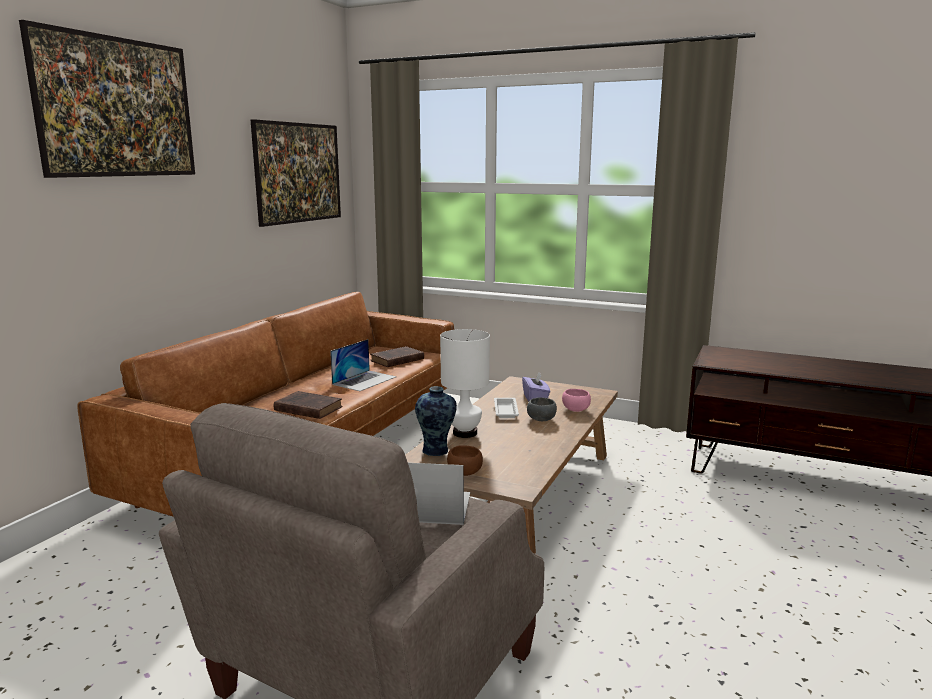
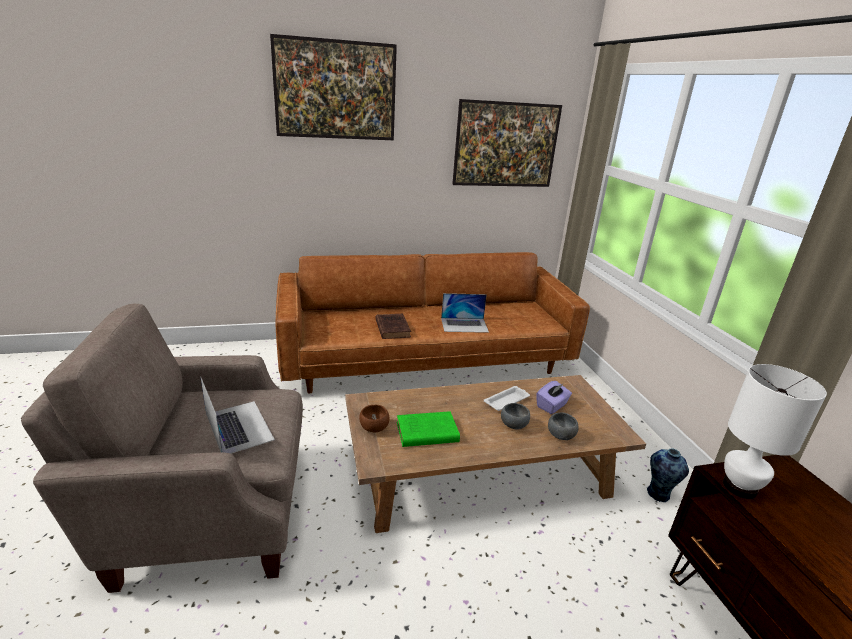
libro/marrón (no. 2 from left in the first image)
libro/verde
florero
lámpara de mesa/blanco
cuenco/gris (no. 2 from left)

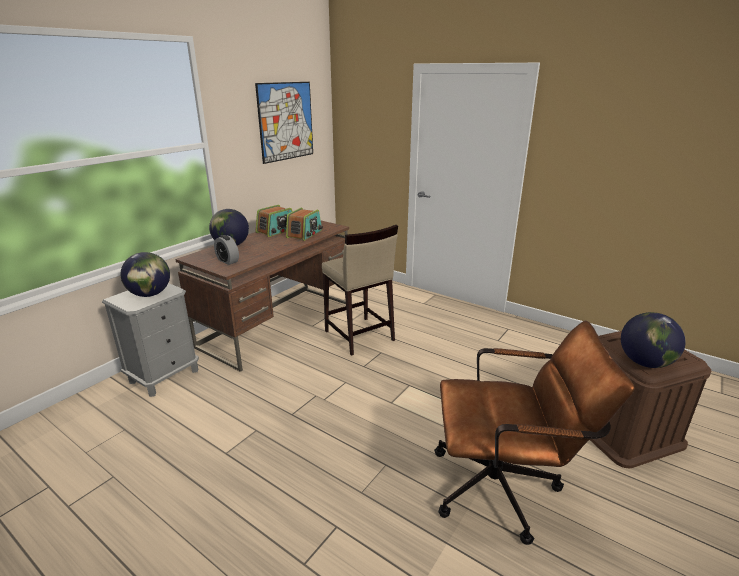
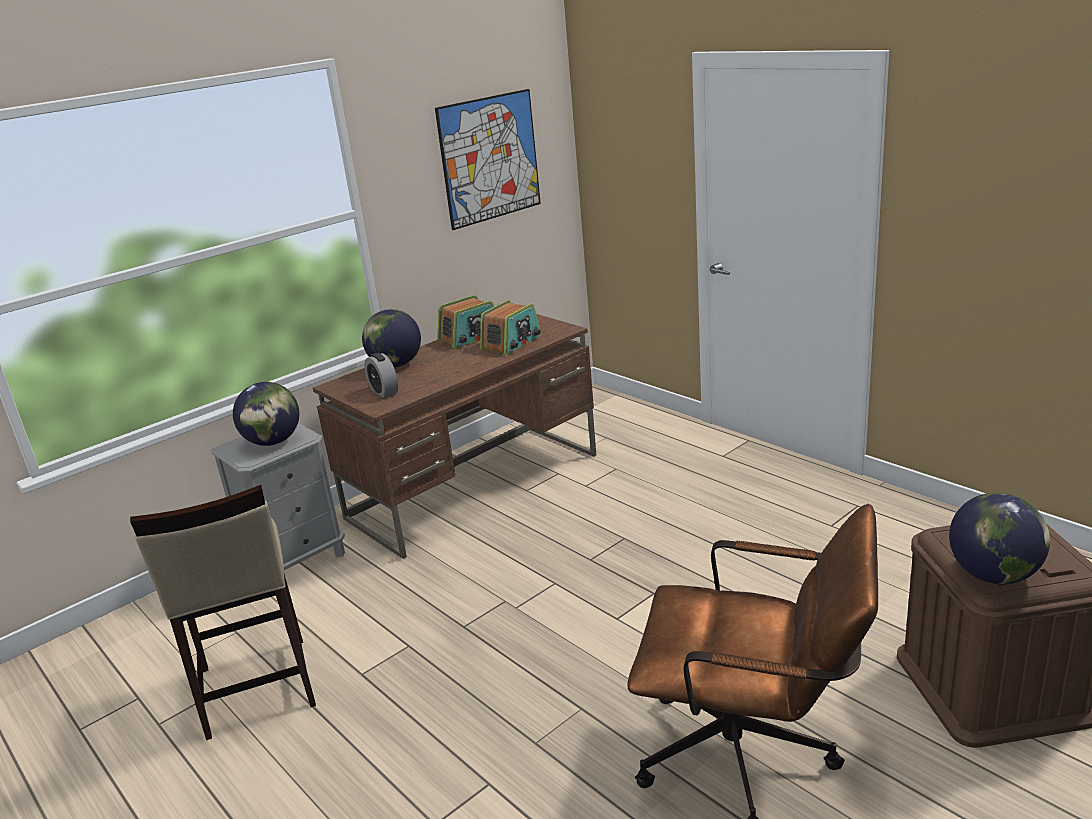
taburete/beis

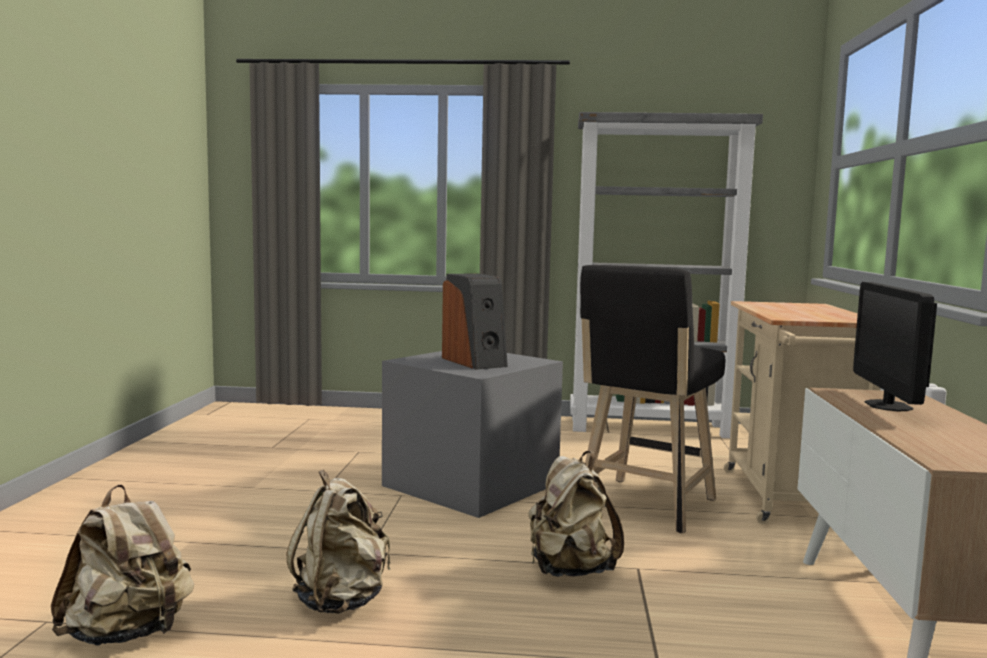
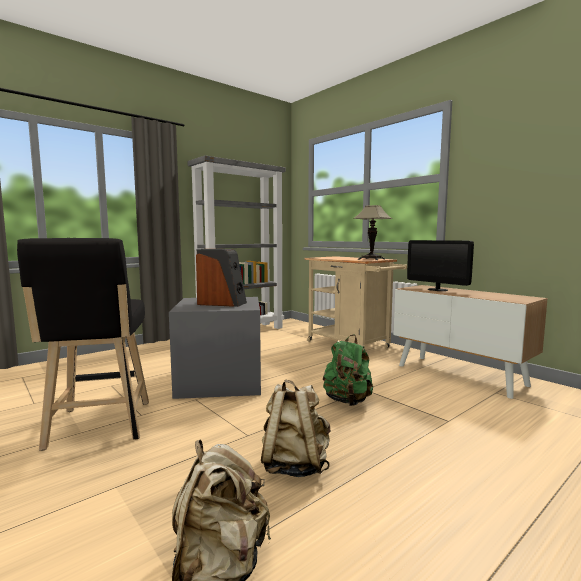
lámpara de mesa
taburete/negro
mochila/verde

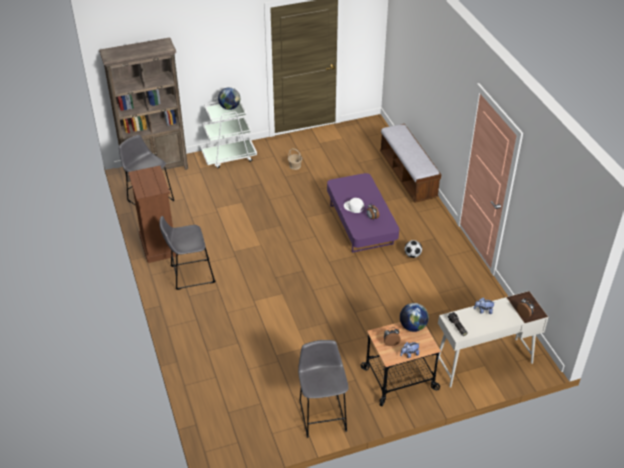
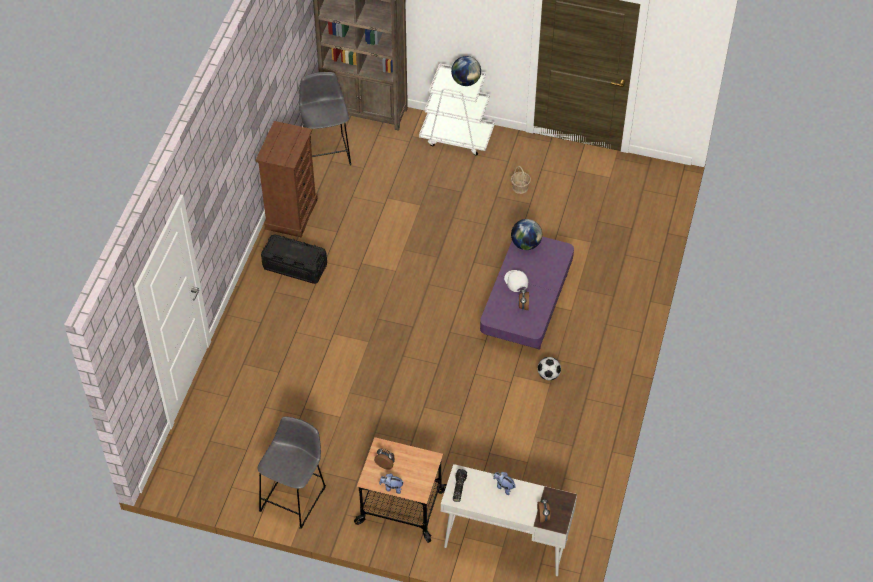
banco
globo terráqueo (no. 2 from left)
caja de almacenaje/negro

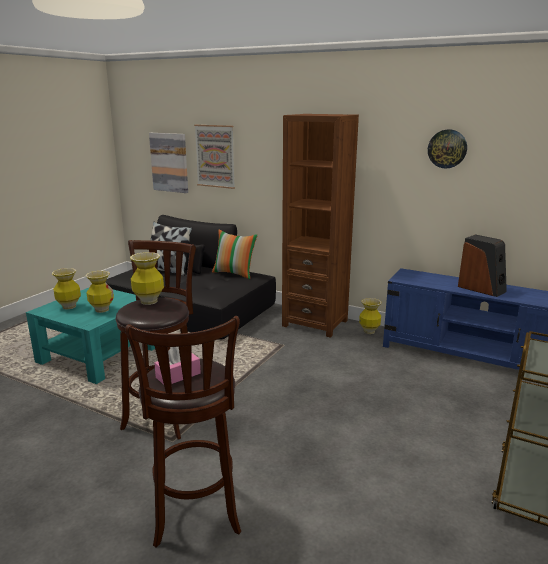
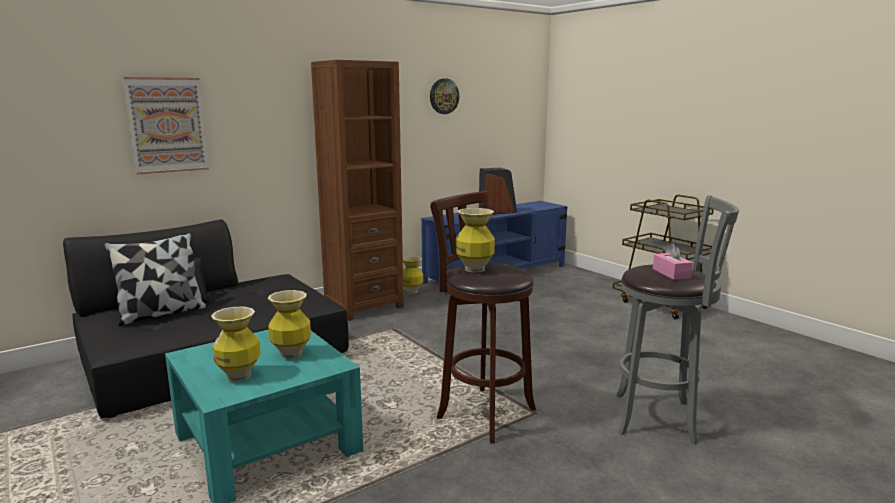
cuadro (no. 1 from left in the first image)
cojín (no. 2 from left in the first image)
taburete/gris

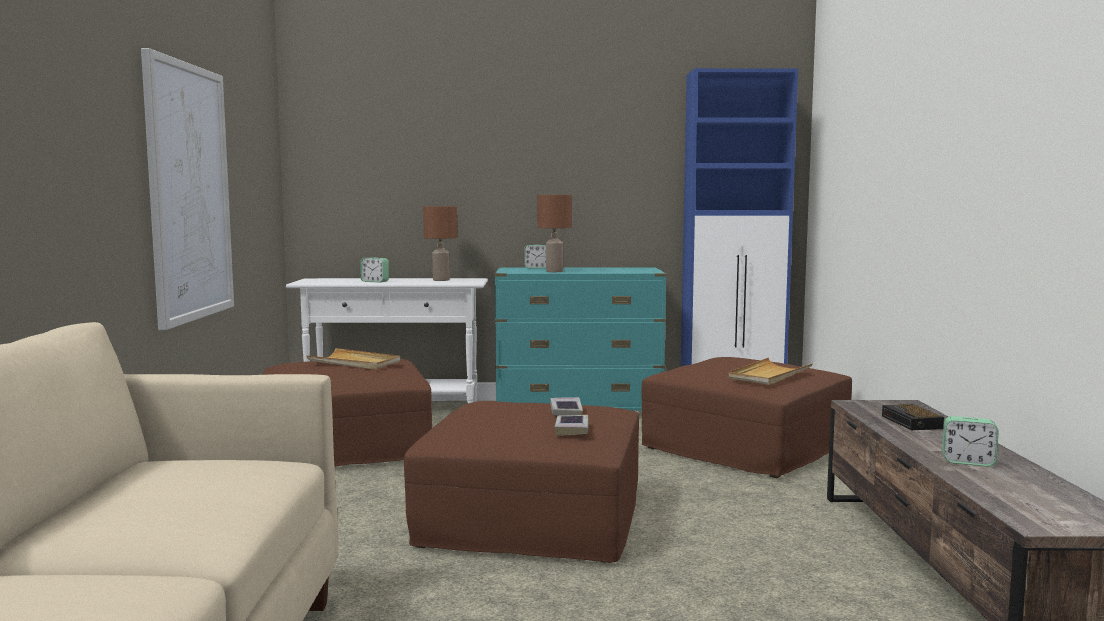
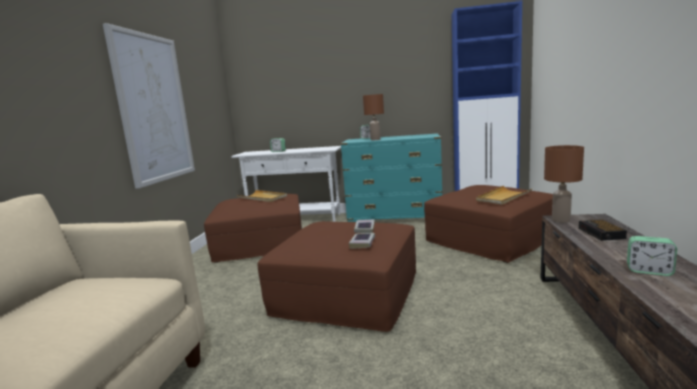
lámpara de mesa/marrón (no. 2 from left)

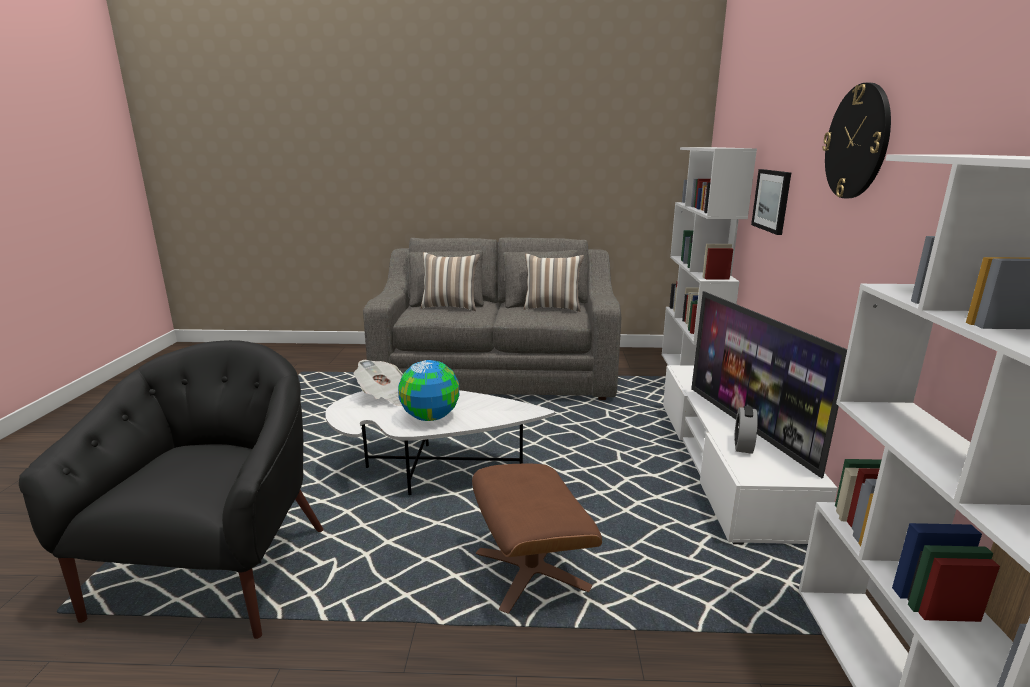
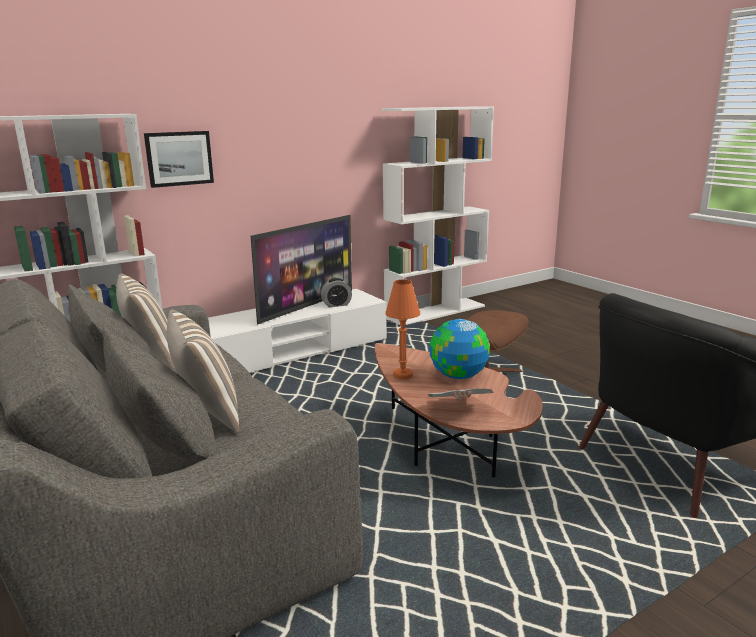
reloj de pared
lámpara de mesa/naranja
mesa de centro/marrón

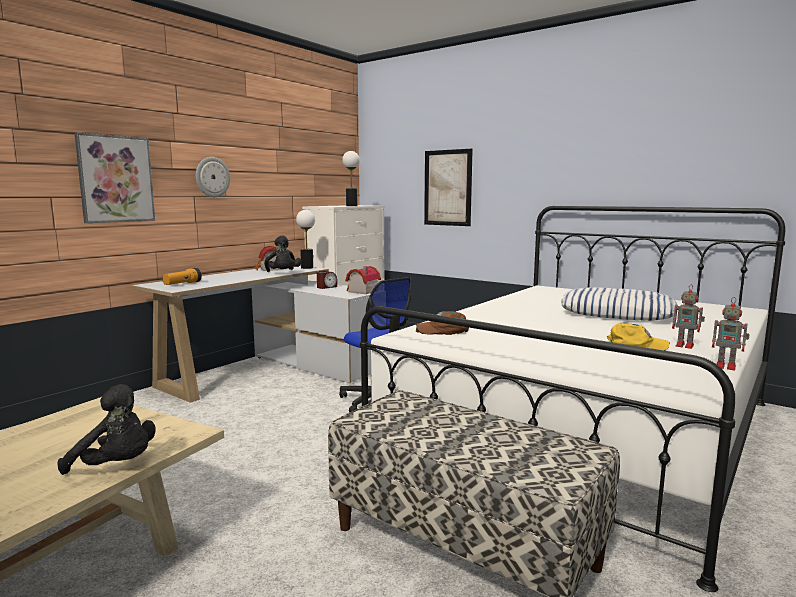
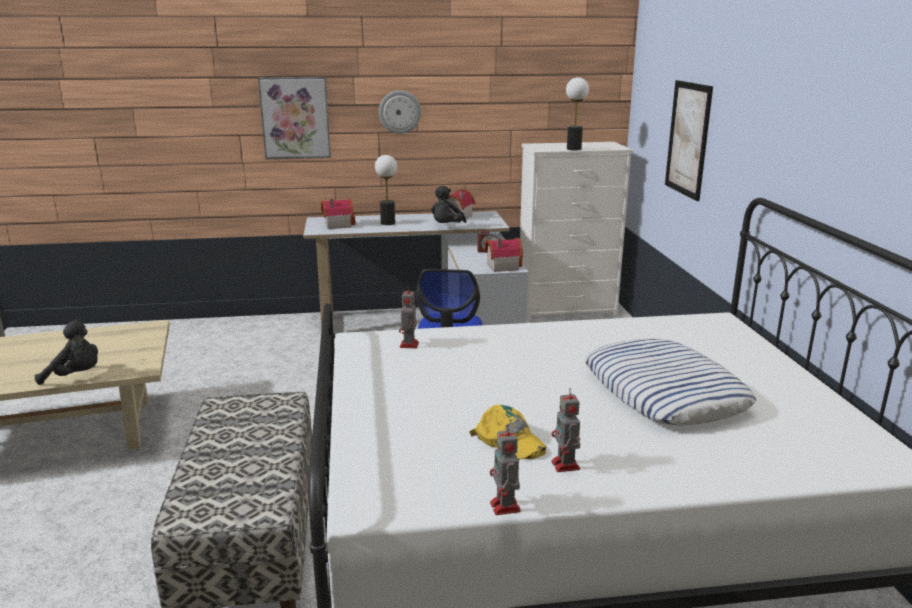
lámpara de mesa (no. 1 from left)
casita (no. 1 from left)
robot de juguete (no. 1 from left)
peluche/negro (no. 1 from left)

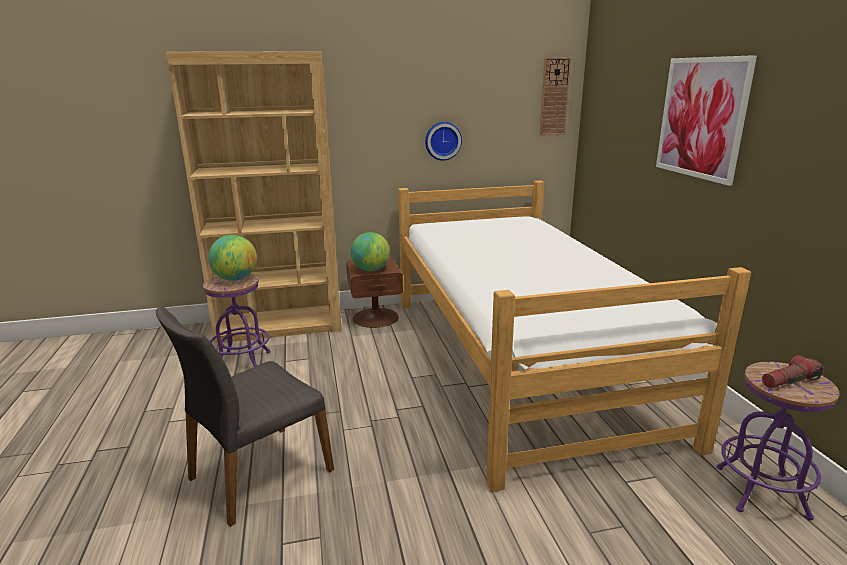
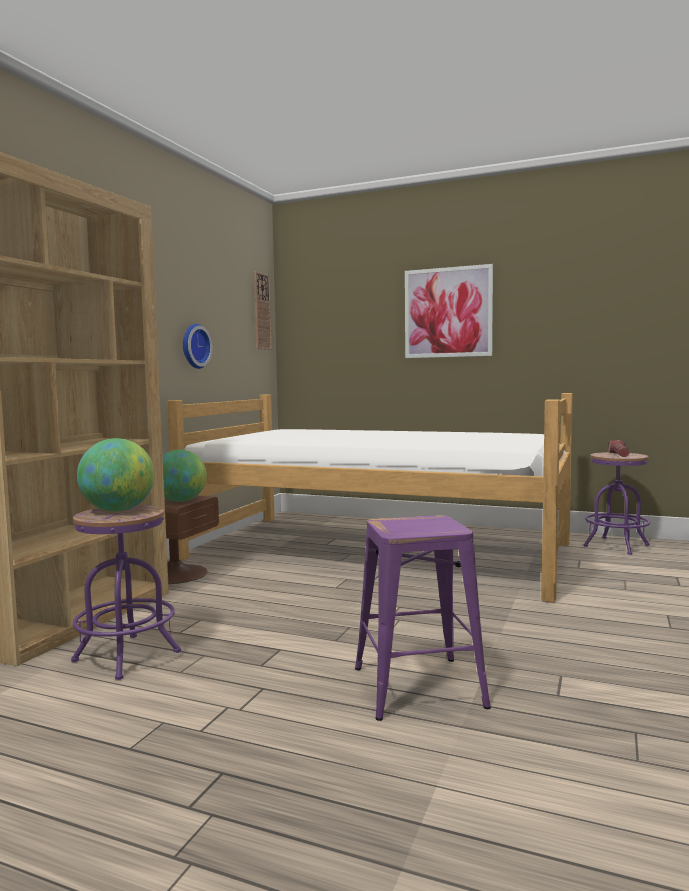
taburete/morado (no. 2 from left)

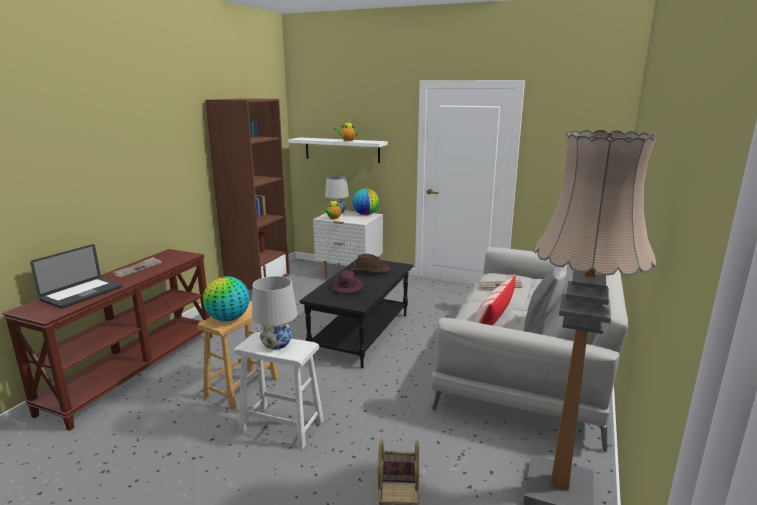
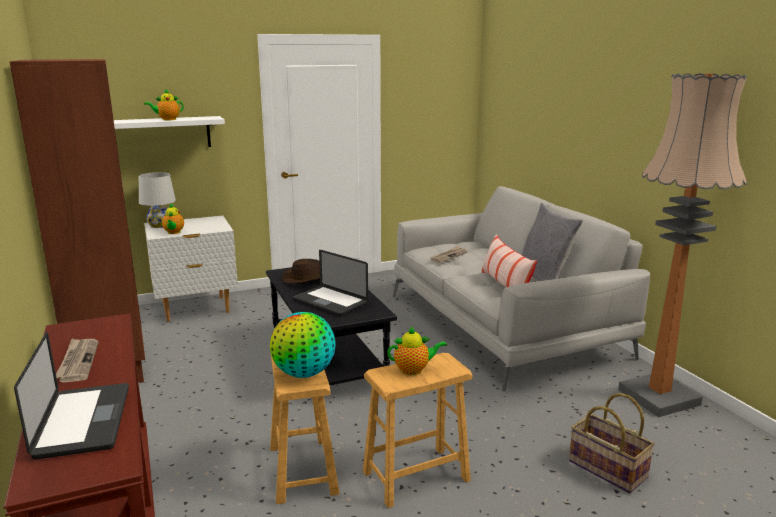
globo terráqueo (no. 2 from left in the first image)
tetera (no. 3 from left)
portátil (no. 2 from left)
taburete/marrón (no. 2 from left)

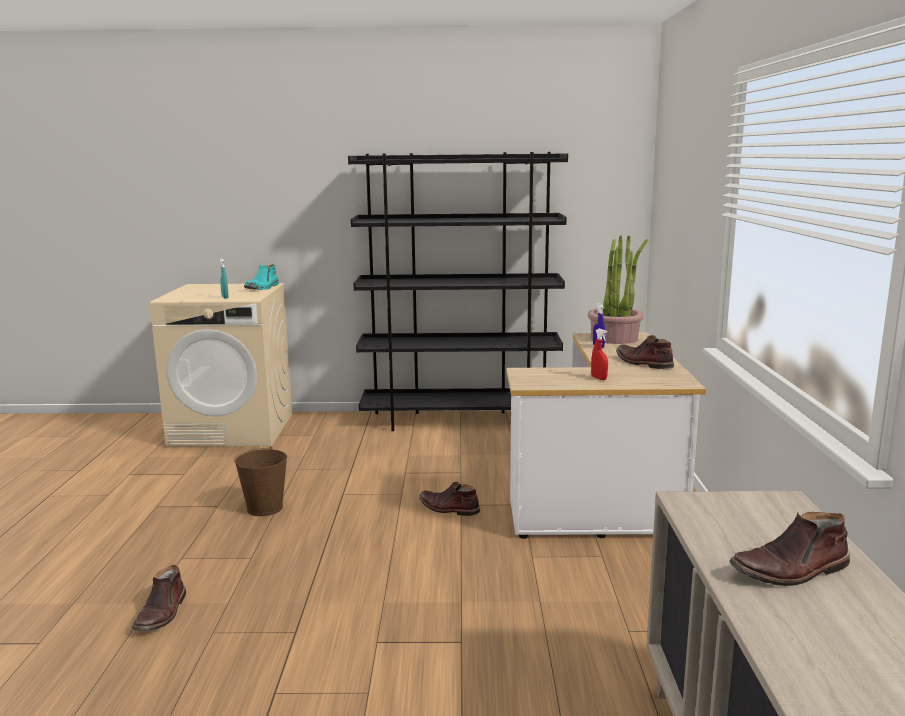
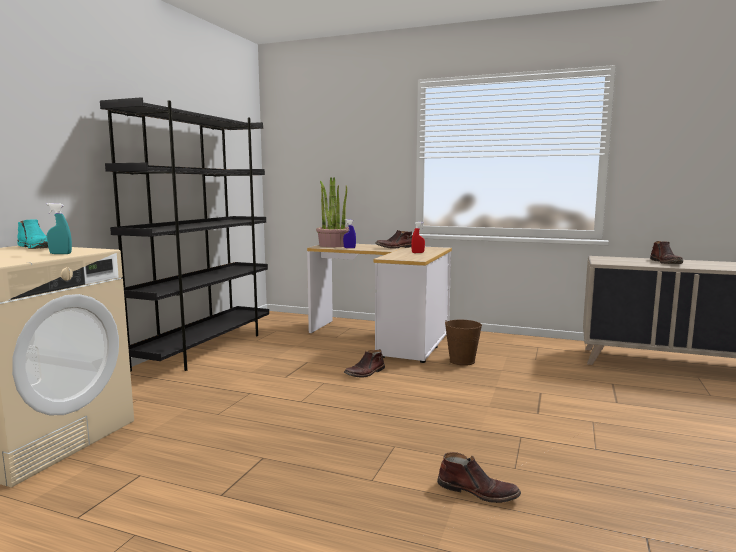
cubo/marrón

